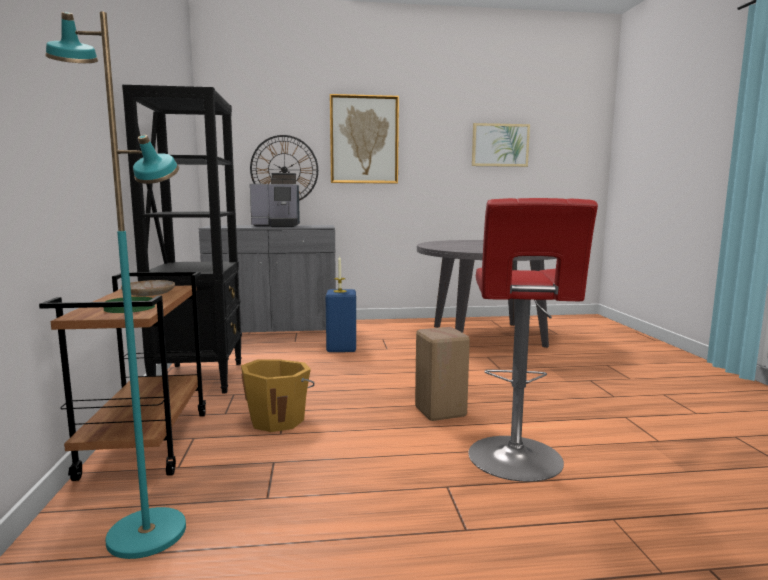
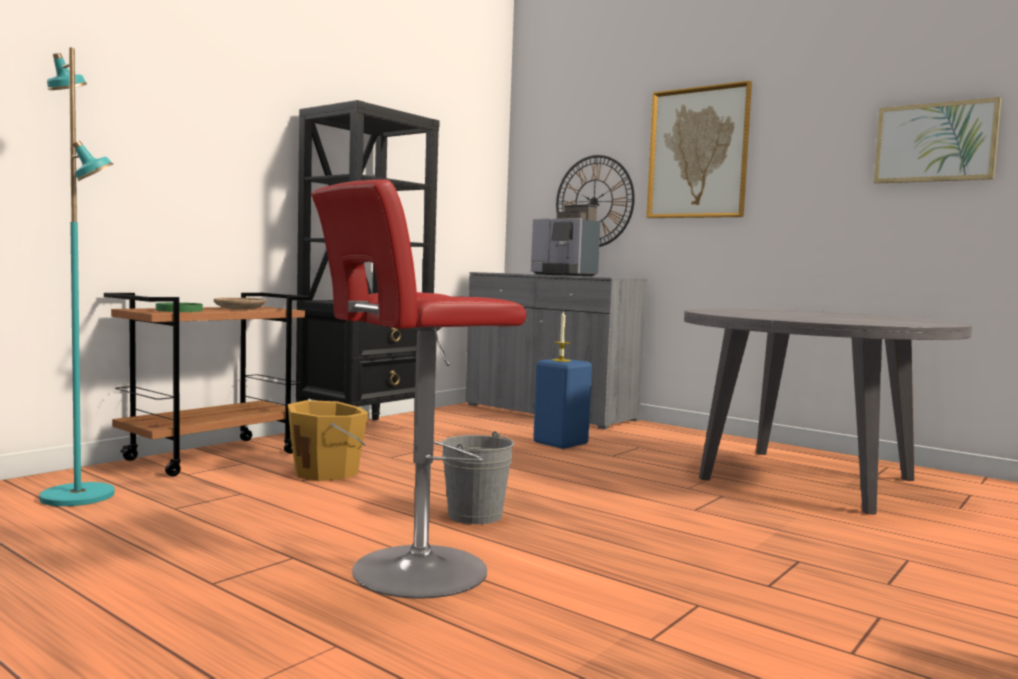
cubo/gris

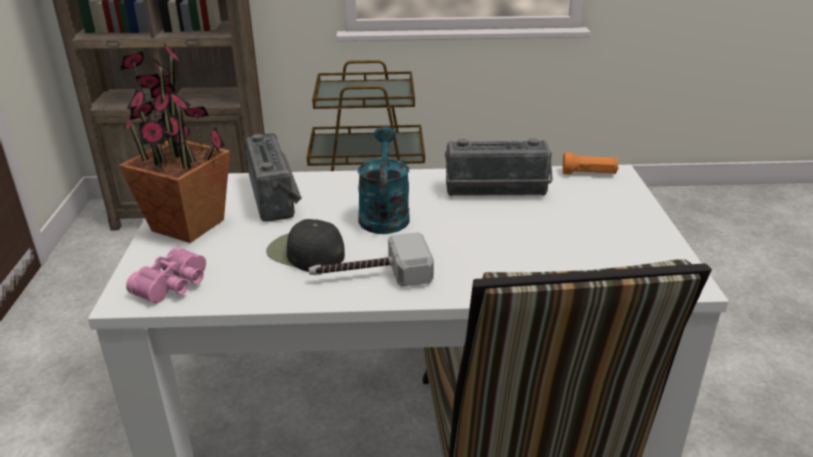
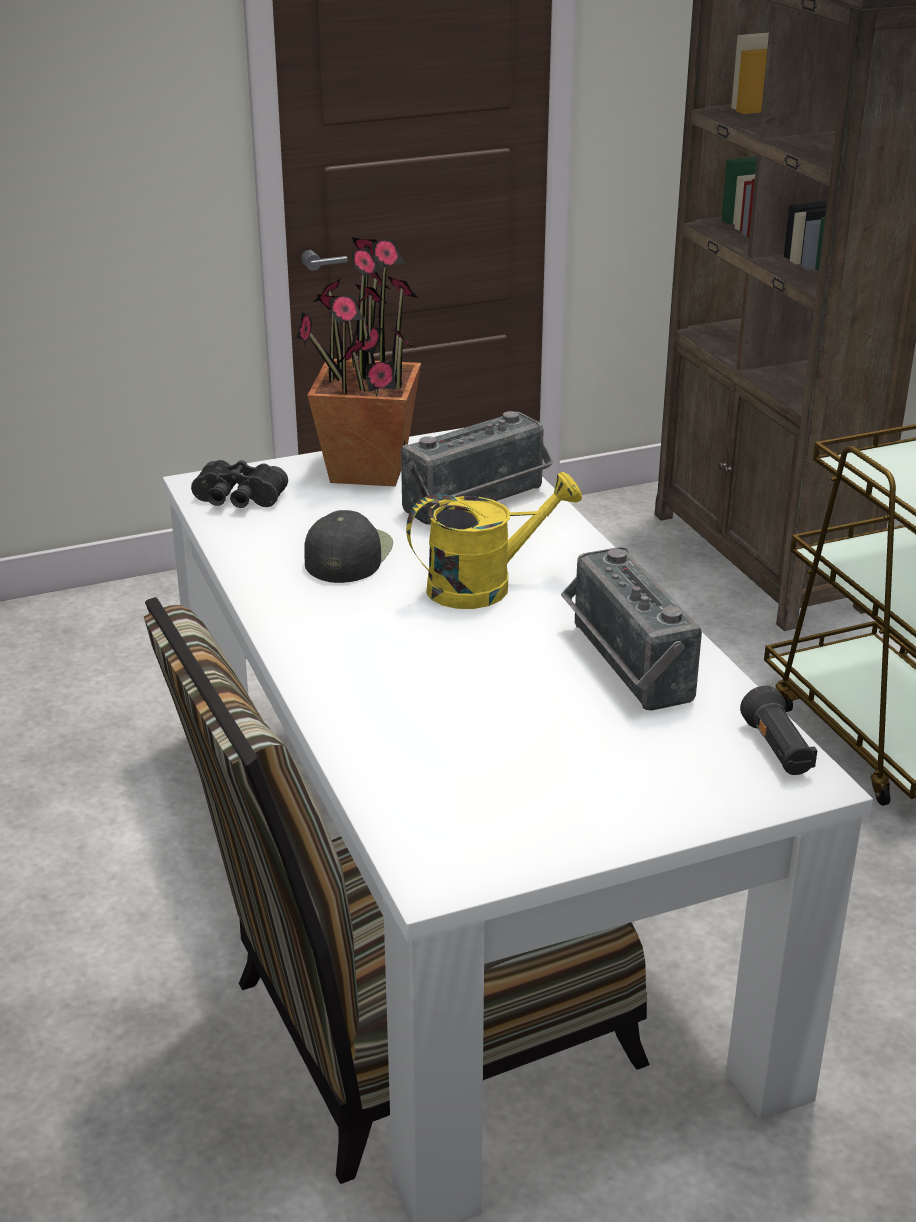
martillo
prismáticos/negro
regadera/amarillo
linterna/negro

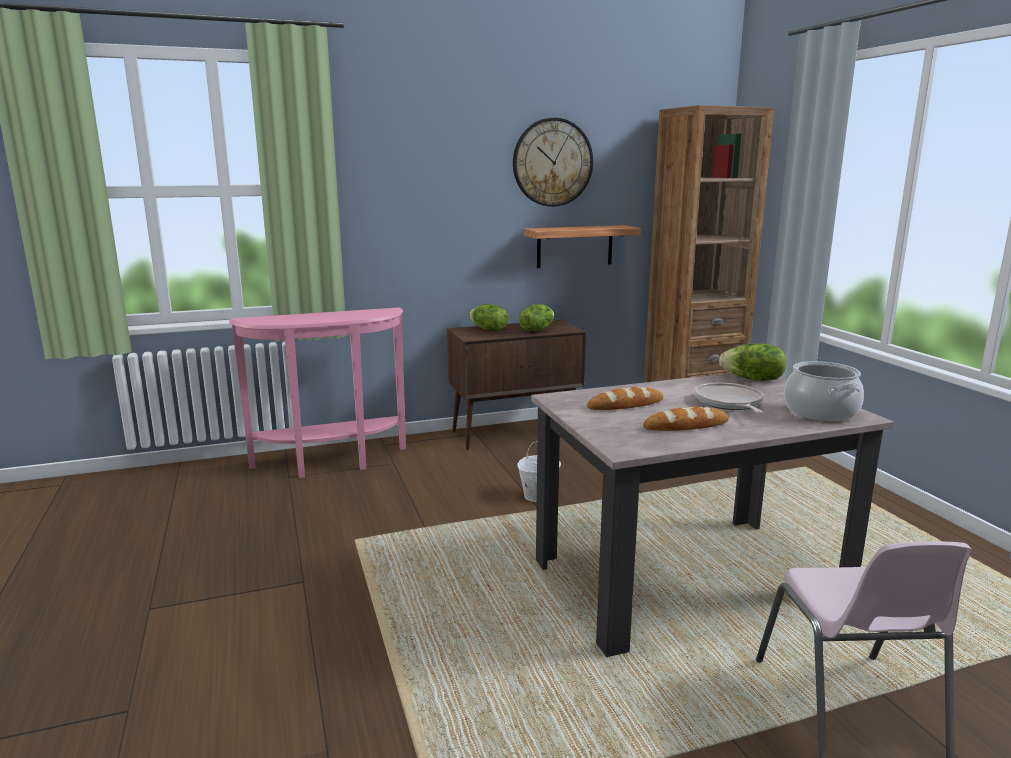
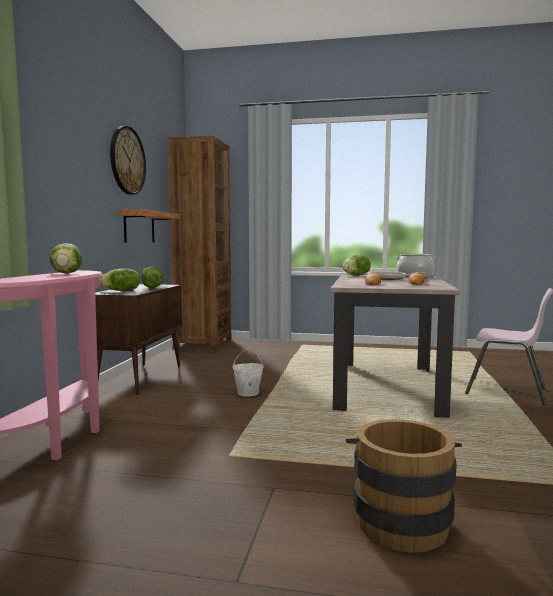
lechuga (no. 1 from left)
cubo/marrón

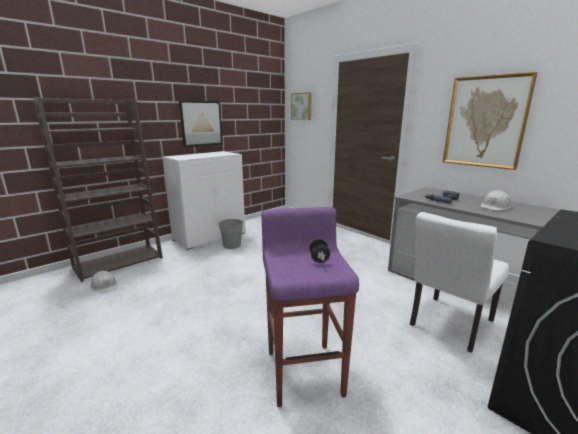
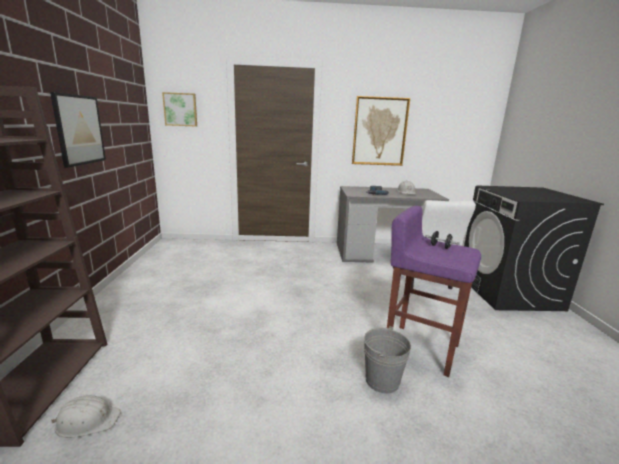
armario/blanco
cubo/gris

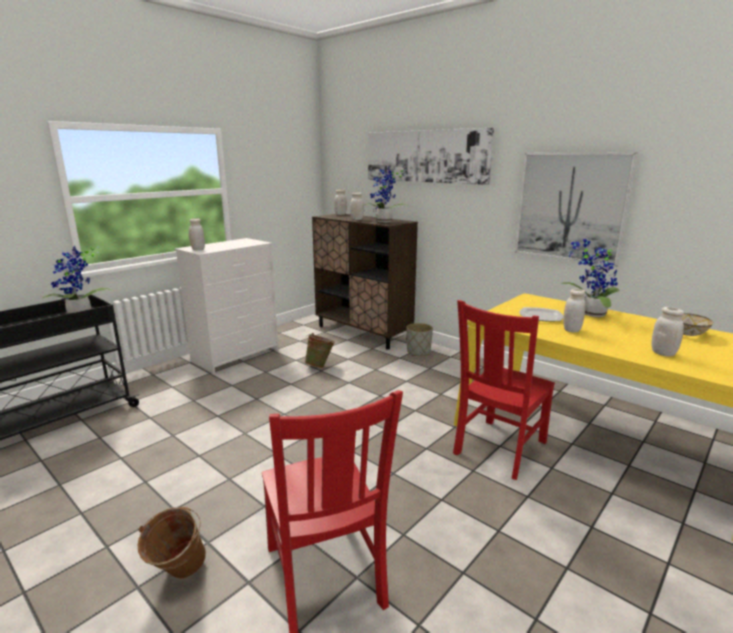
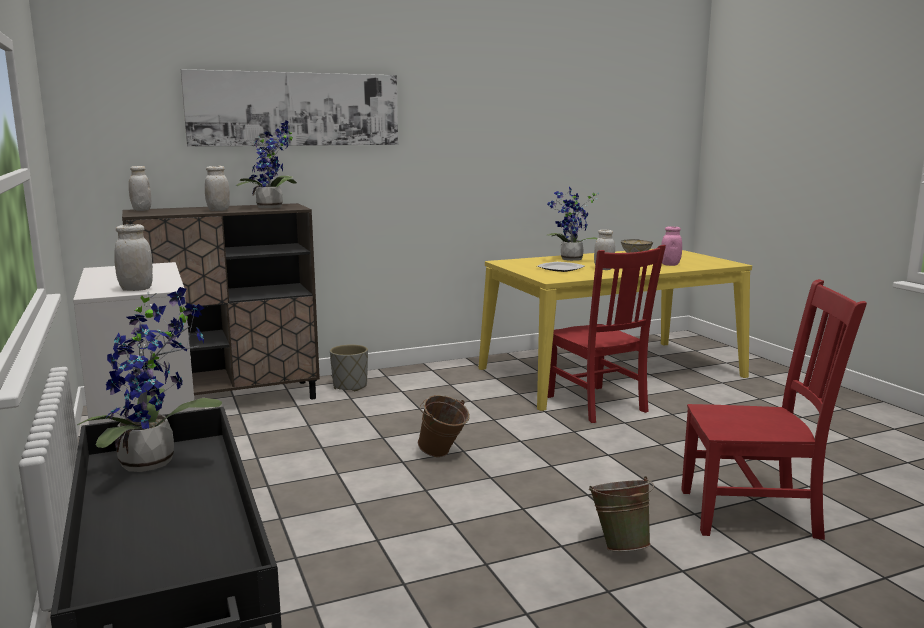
cuadro (no. 2 from left in the first image)
cubo/marrón
cubo/verde
tarro/rosa

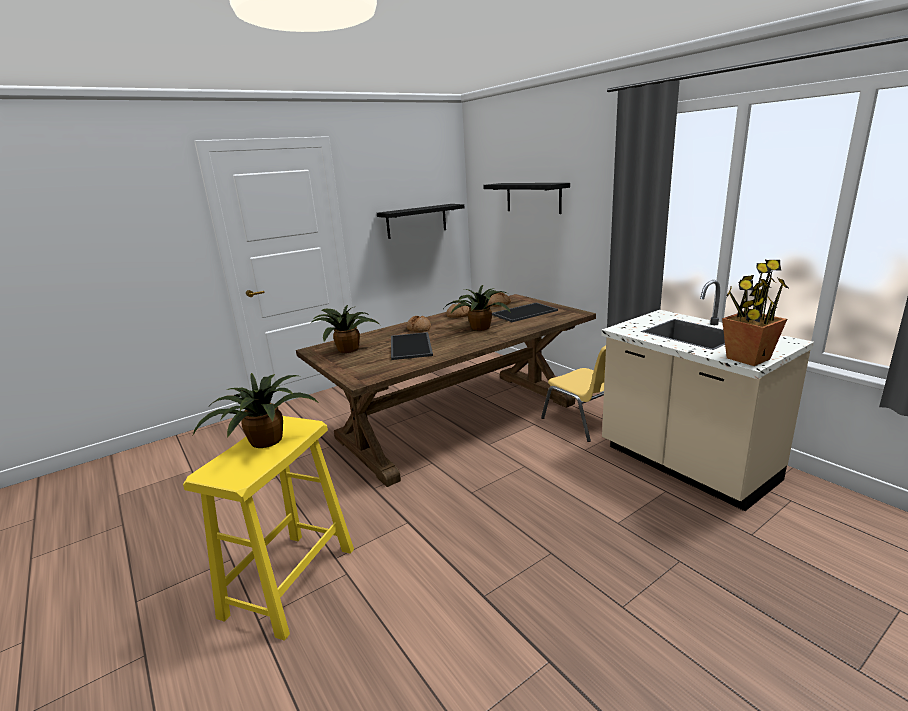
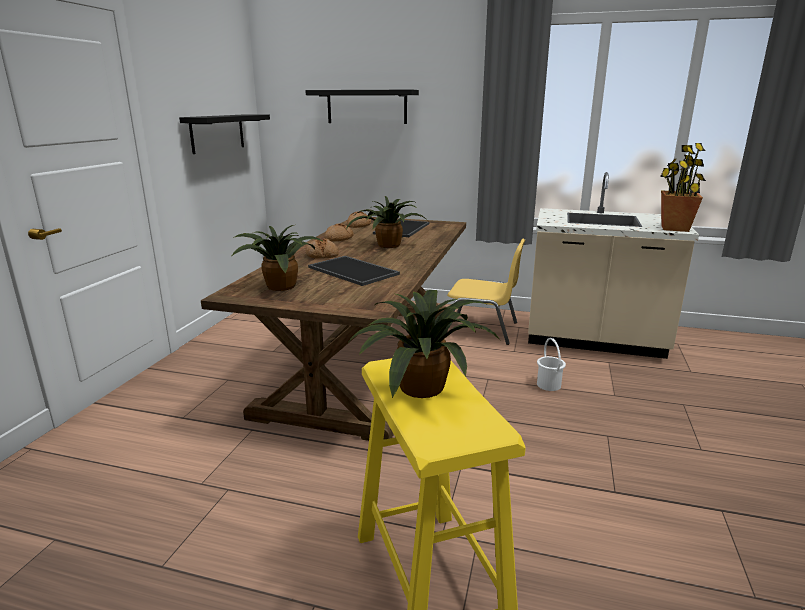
cubo/blanco

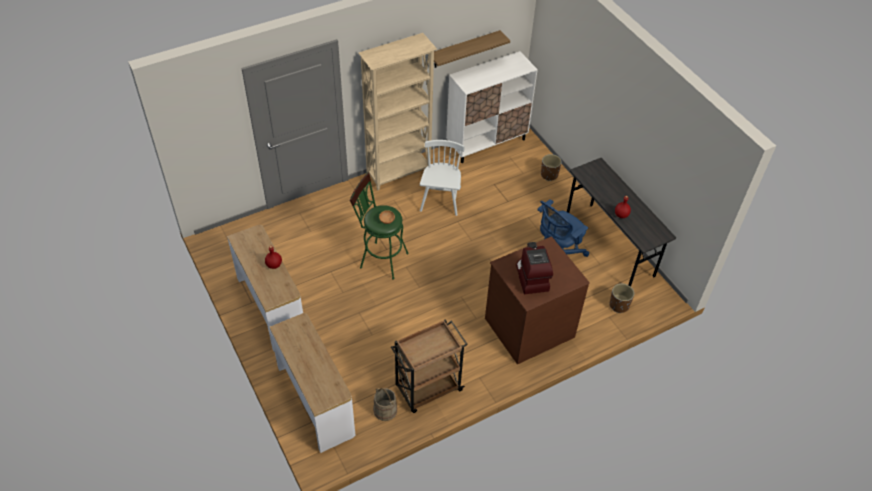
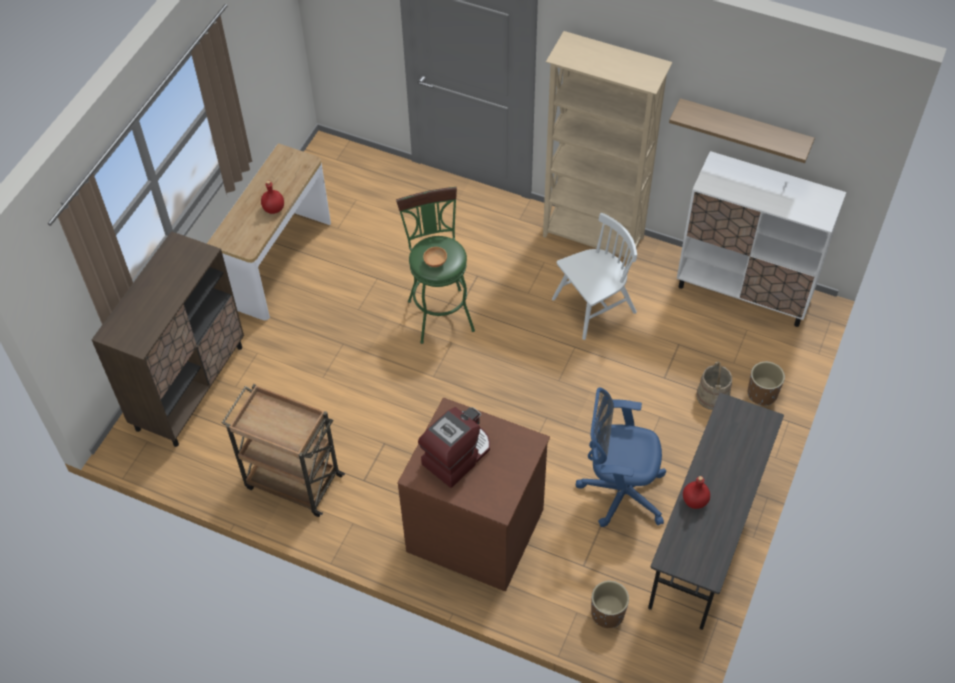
cubo/beis
armario/marrón

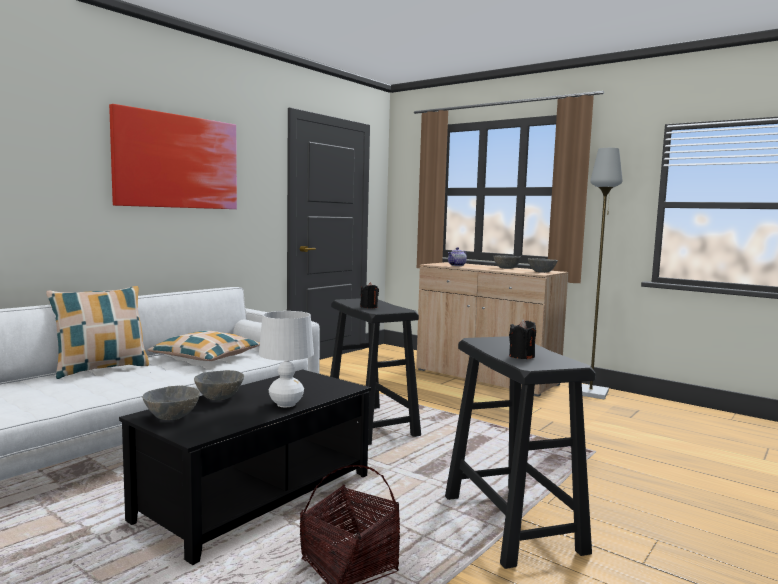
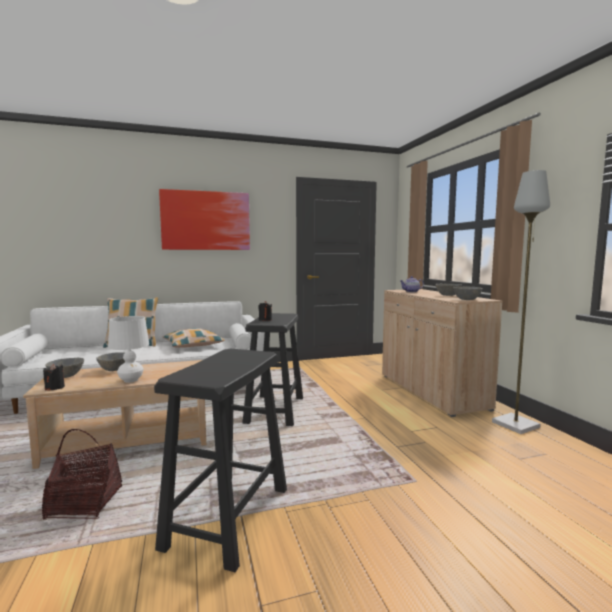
vela/negro (no. 1 from left)
mesa de centro/beis

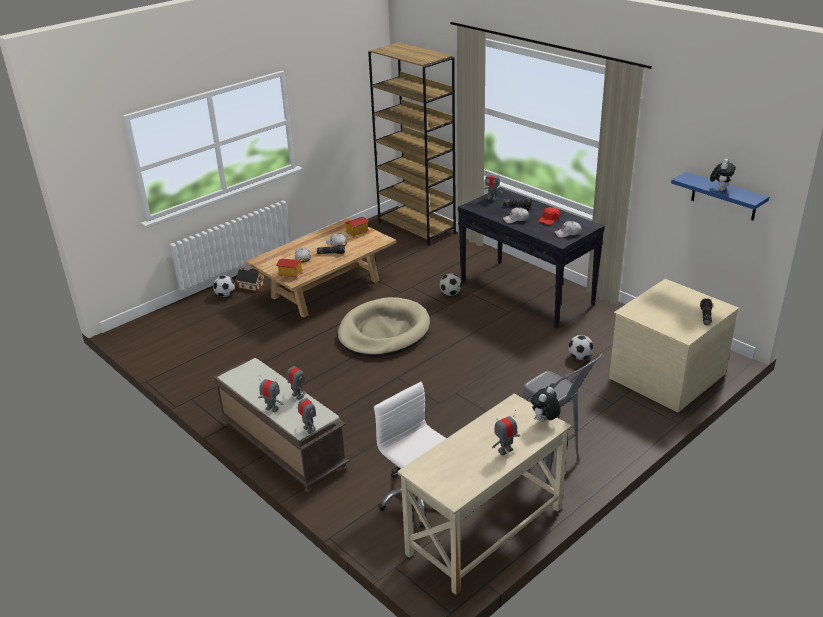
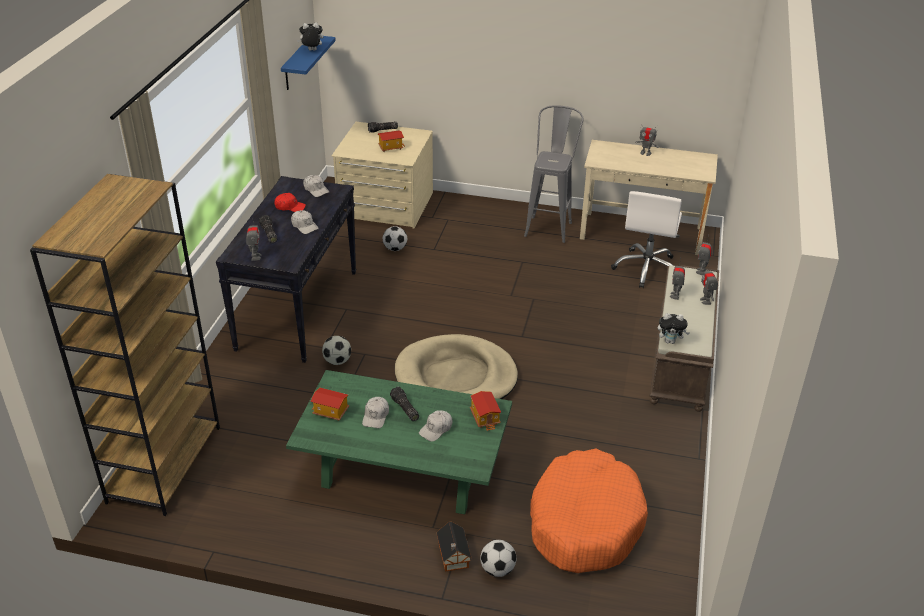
casita (no. 2 from left)
cama para perro/naranja
peluche (no. 2 from left)
mesa de centro/verde

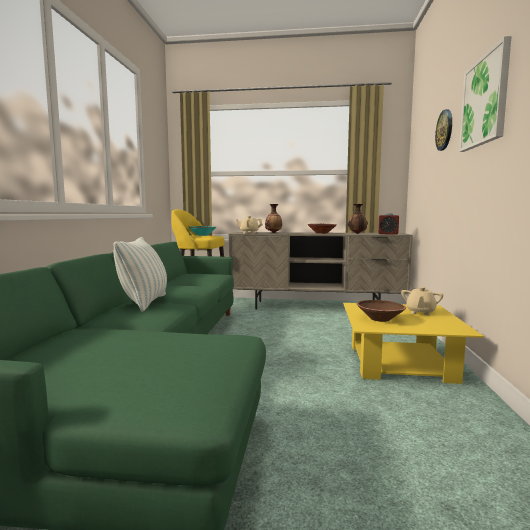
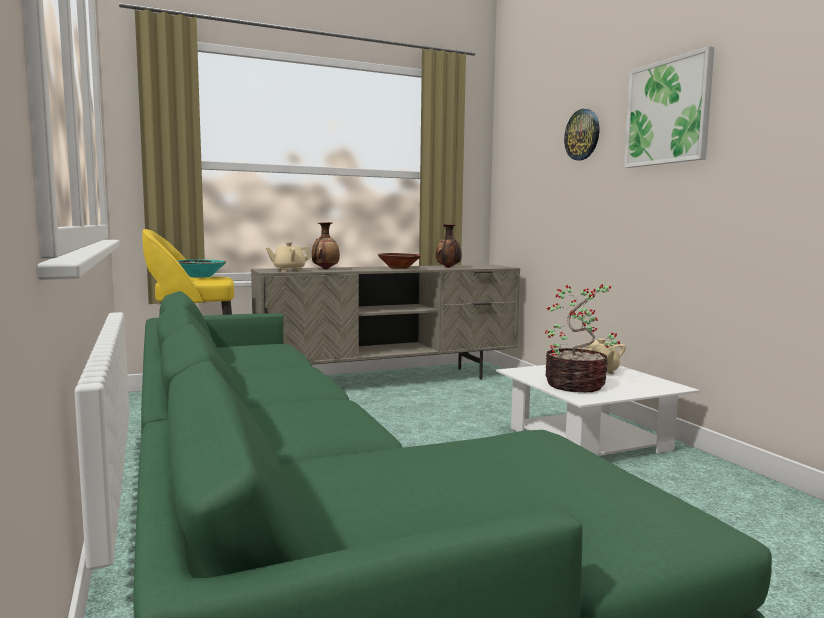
cojín
despertador
planta en maceta
mesa de centro/blanco

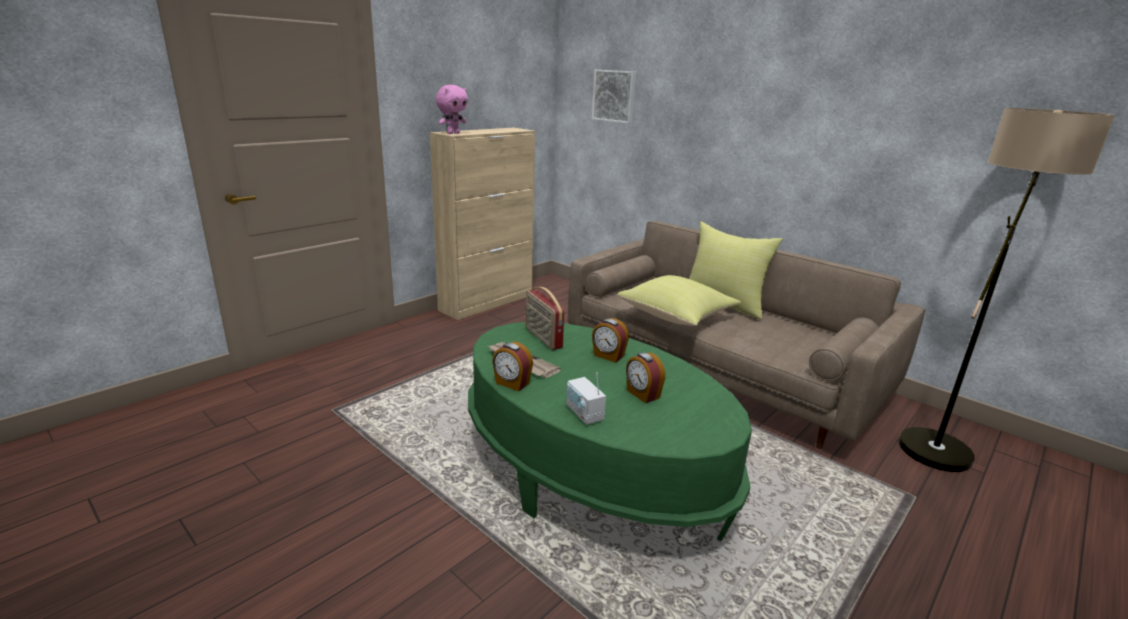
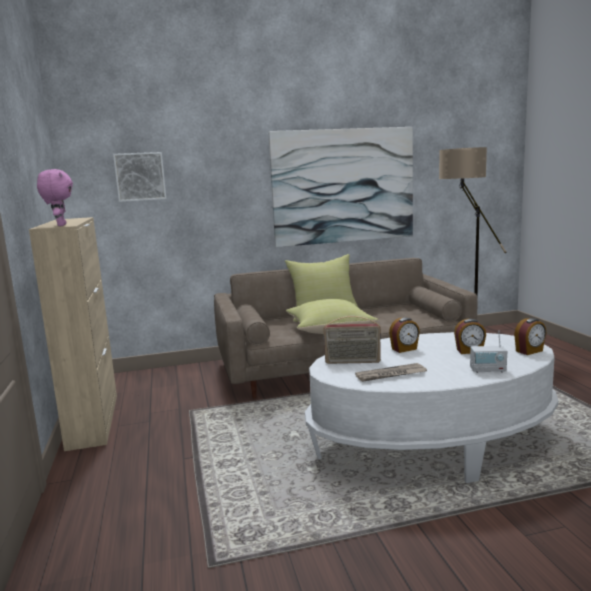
cuadro (no. 2 from left)
despertador (no. 3 from left)
mesa de centro/blanco

